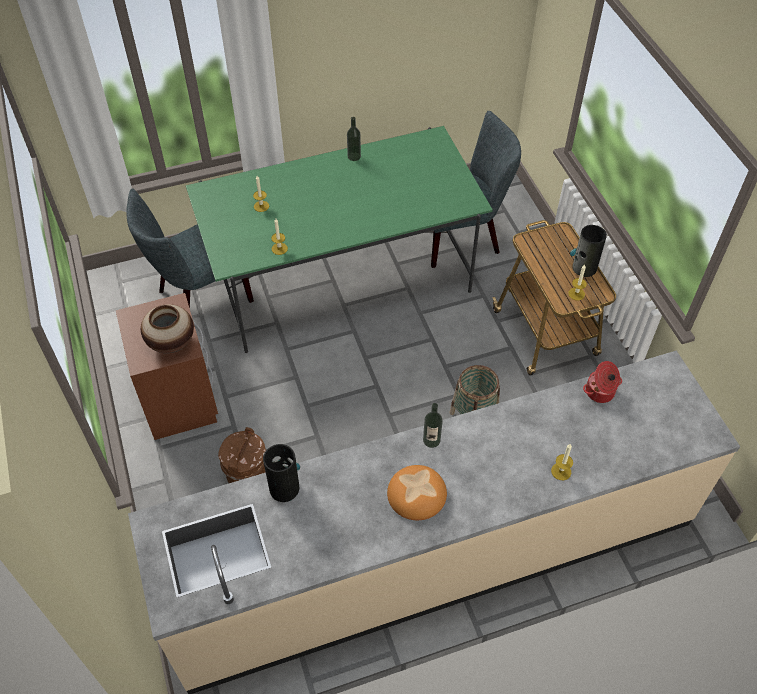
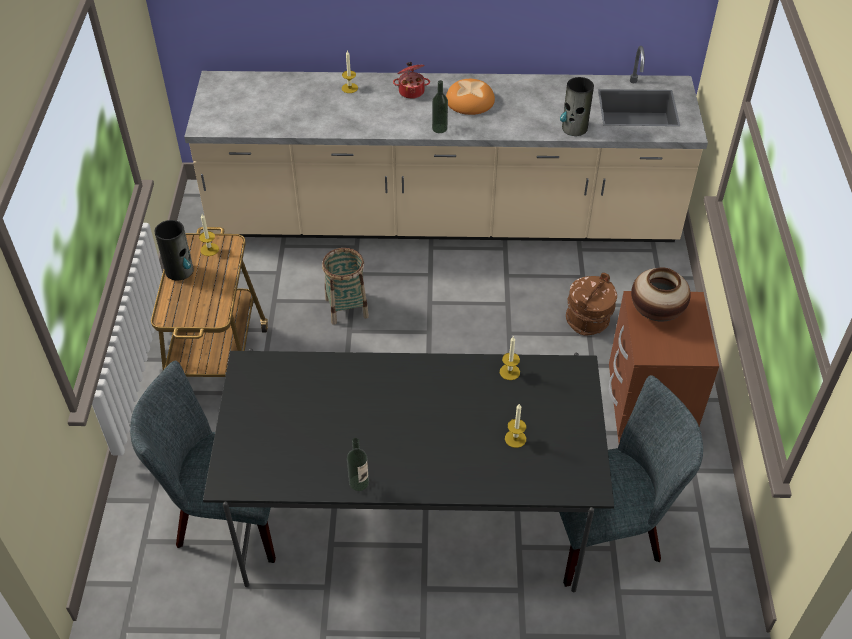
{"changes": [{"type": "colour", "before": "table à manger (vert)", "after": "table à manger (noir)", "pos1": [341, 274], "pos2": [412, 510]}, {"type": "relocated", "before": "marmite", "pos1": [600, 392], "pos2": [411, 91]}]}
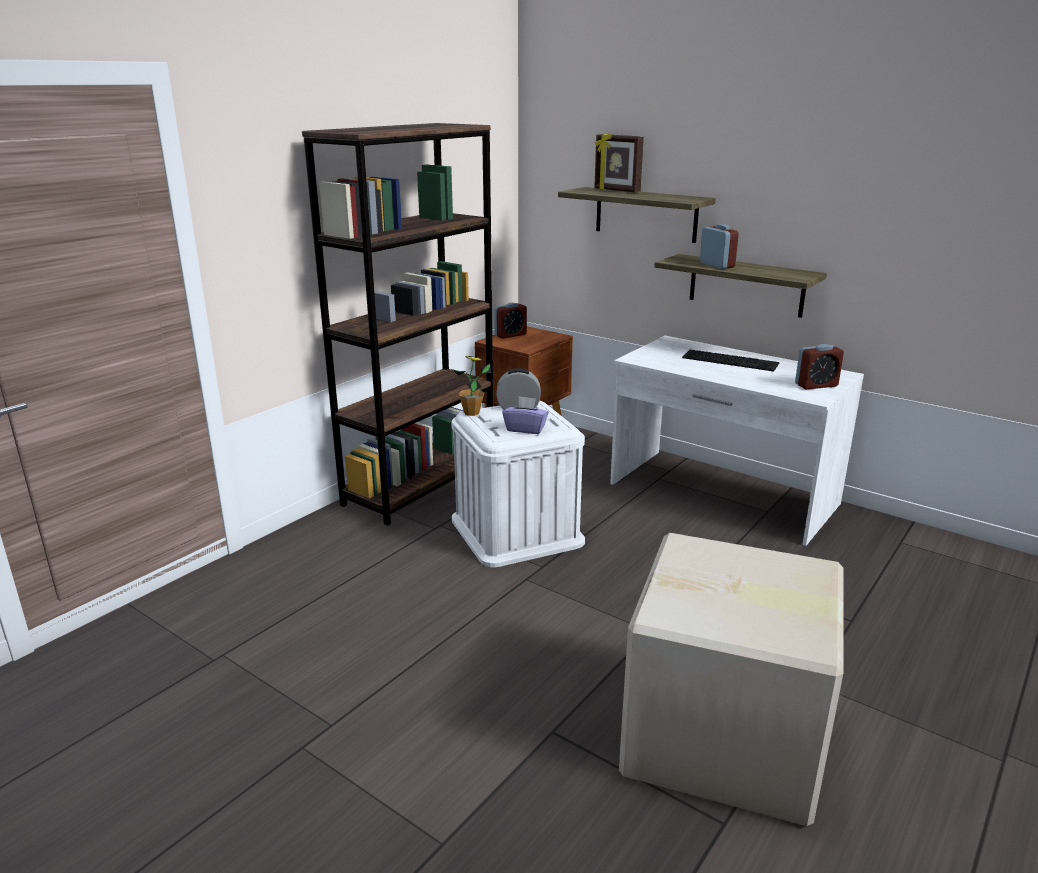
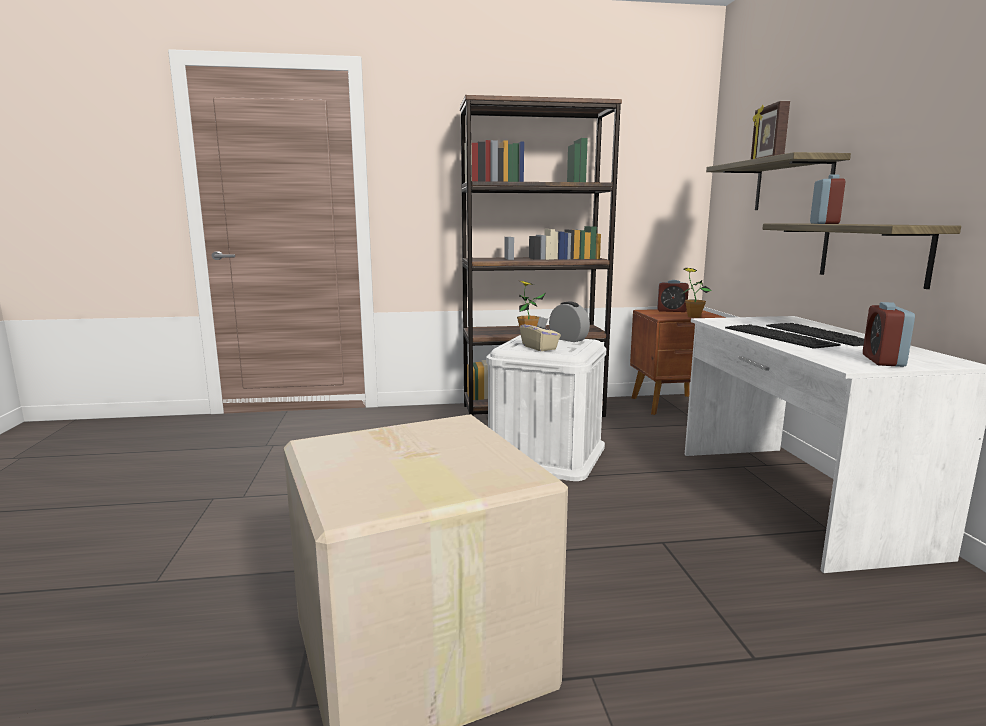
{"changes": [{"type": "colour", "before": "boîte à mouchoirs (violet)", "after": "boîte à mouchoirs (beige)", "pos1": [525, 429], "pos2": [539, 347]}, {"type": "appeared", "after": "plante en pot", "pos2": [693, 316]}, {"type": "appeared", "after": "clavier", "pos2": [781, 336]}, {"type": "spun", "before": "réveil", "pos1": [816, 385], "pos2": [883, 361], "turn": 75}]}
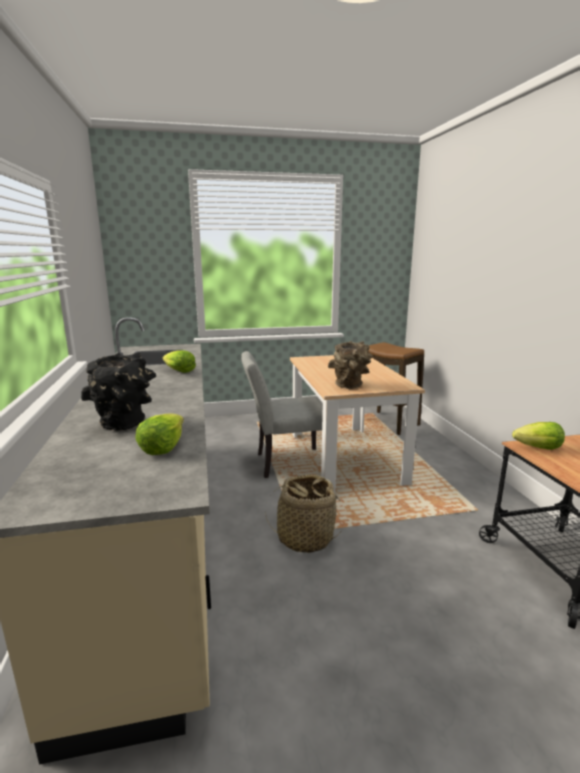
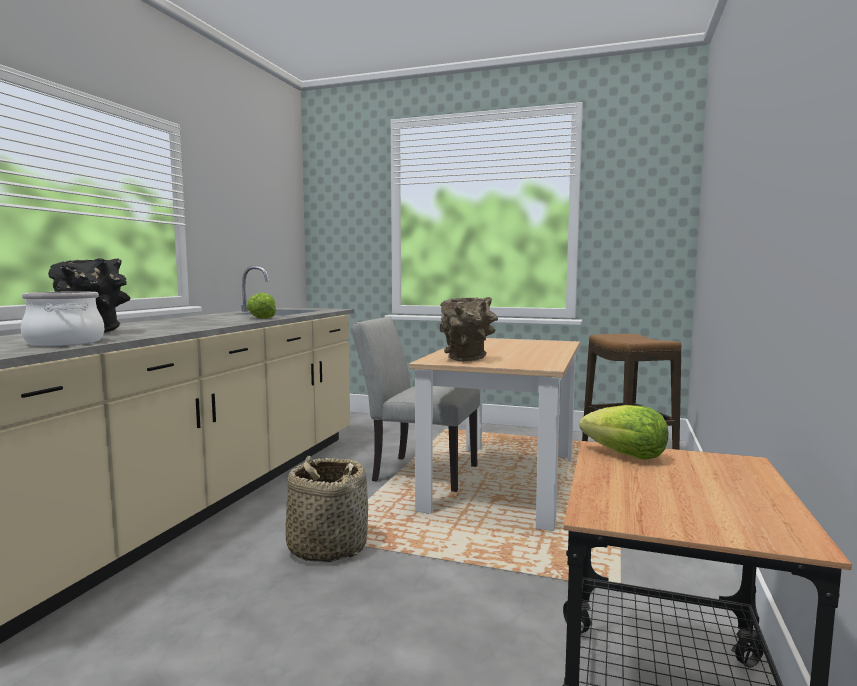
{"changes": [{"type": "exchanged", "before": "laitue", "after": "marmite", "pos1": [162, 447], "pos2": [64, 342]}]}
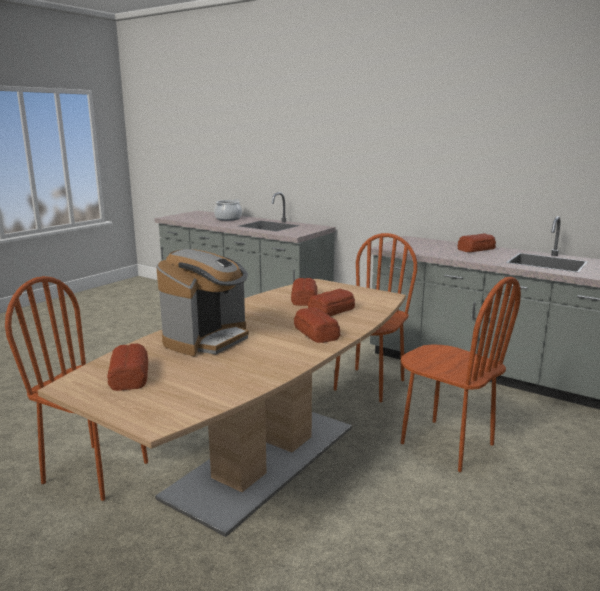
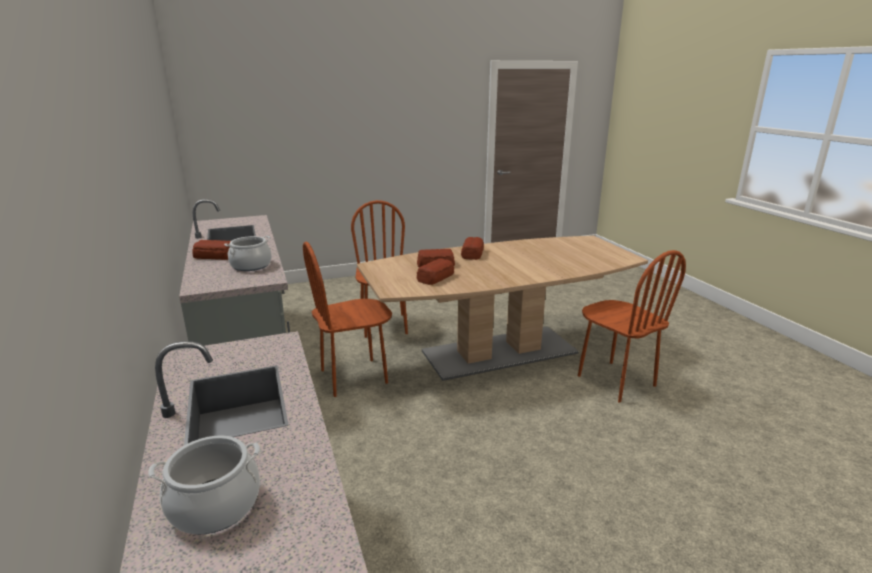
{"changes": [{"type": "appeared", "after": "marmite", "pos2": [251, 265]}, {"type": "missing", "before": "pain", "pos1": [130, 375]}, {"type": "missing", "before": "machine à café", "pos1": [207, 339]}]}
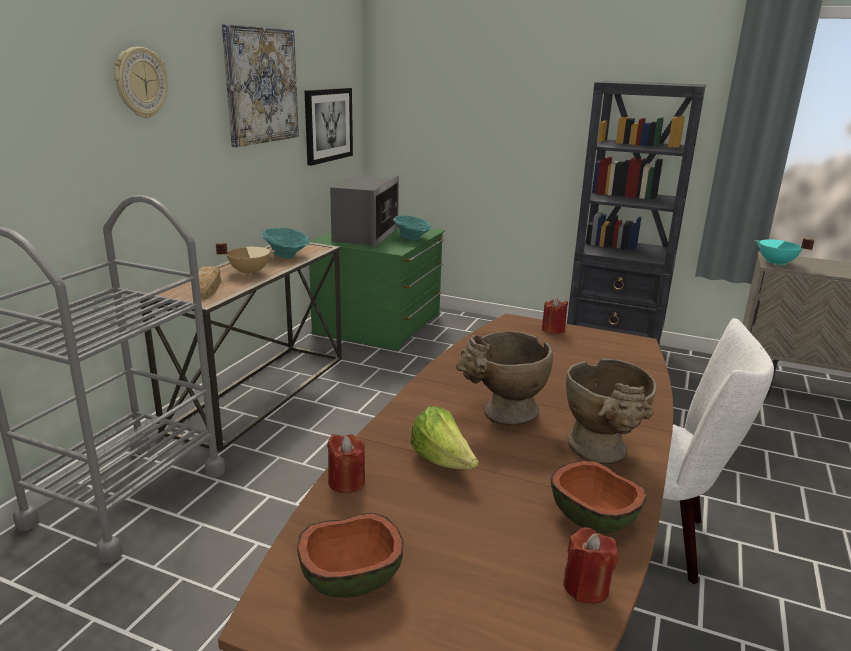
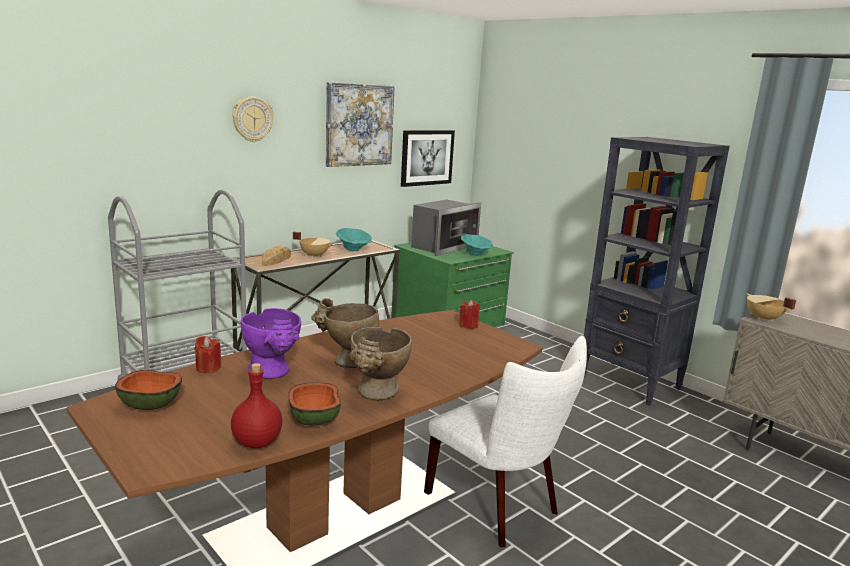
{"changes": [{"type": "exchanged", "before": "bougie (rouge)", "after": "bouteille (rouge)", "pos1": [586, 587], "pos2": [257, 443]}, {"type": "exchanged", "before": "laitue", "after": "vase (violet)", "pos1": [442, 461], "pos2": [273, 373]}, {"type": "colour", "before": "marmite (turquoise)", "after": "marmite (beige)", "pos1": [776, 263], "pos2": [763, 319]}]}
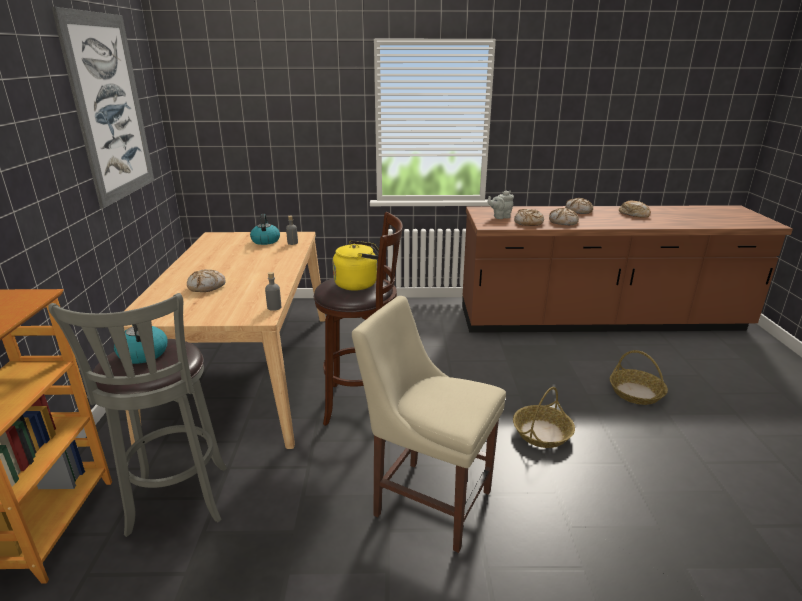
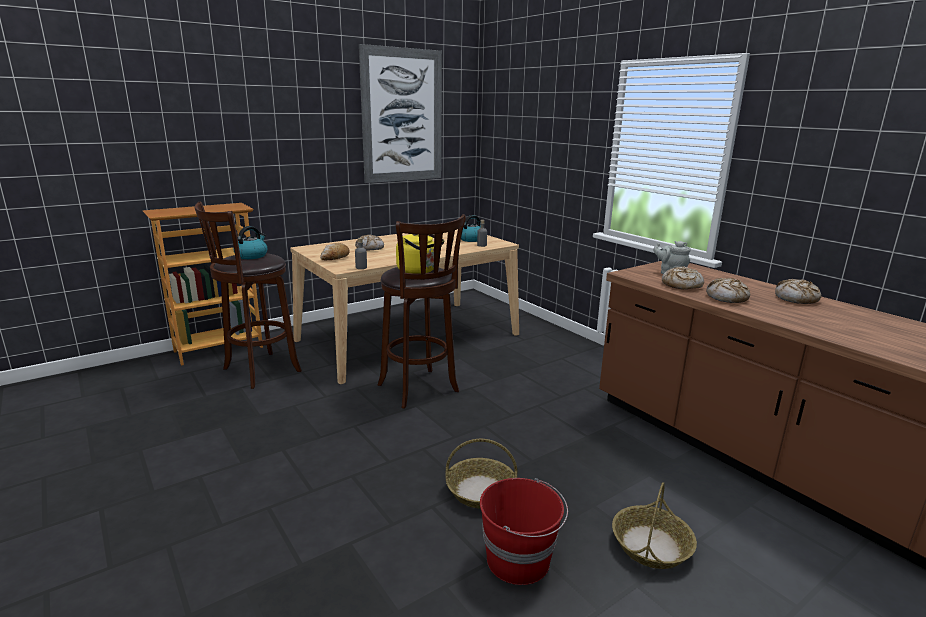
{"changes": [{"type": "colour", "before": "tabouret (gris)", "after": "tabouret (marron)", "pos1": [178, 504], "pos2": [258, 371]}, {"type": "relocated", "before": "pain", "pos1": [634, 214], "pos2": [335, 258]}, {"type": "appeared", "after": "seau (rouge)", "pos2": [519, 560]}, {"type": "missing", "before": "chaise (beige)", "pos1": [427, 500]}]}
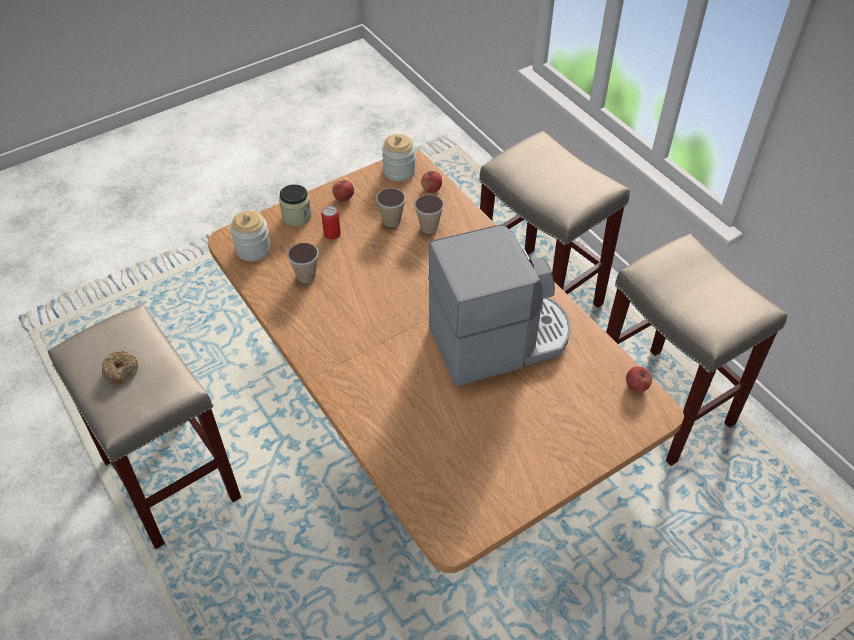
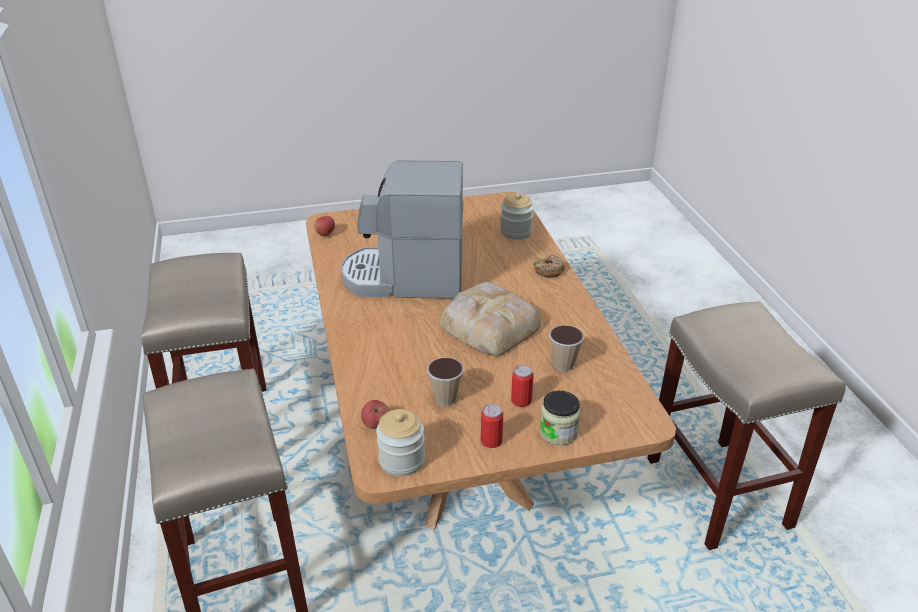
{"changes": [{"type": "appeared", "after": "pain", "pos2": [489, 324]}, {"type": "exchanged", "before": "pomme", "after": "boîte métallique", "pos1": [343, 198], "pos2": [491, 441]}, {"type": "relocated", "before": "bocal", "pos1": [253, 249], "pos2": [516, 232]}, {"type": "relocated", "before": "beignet", "pos1": [121, 370], "pos2": [548, 270]}, {"type": "missing", "before": "tasse", "pos1": [429, 227]}]}
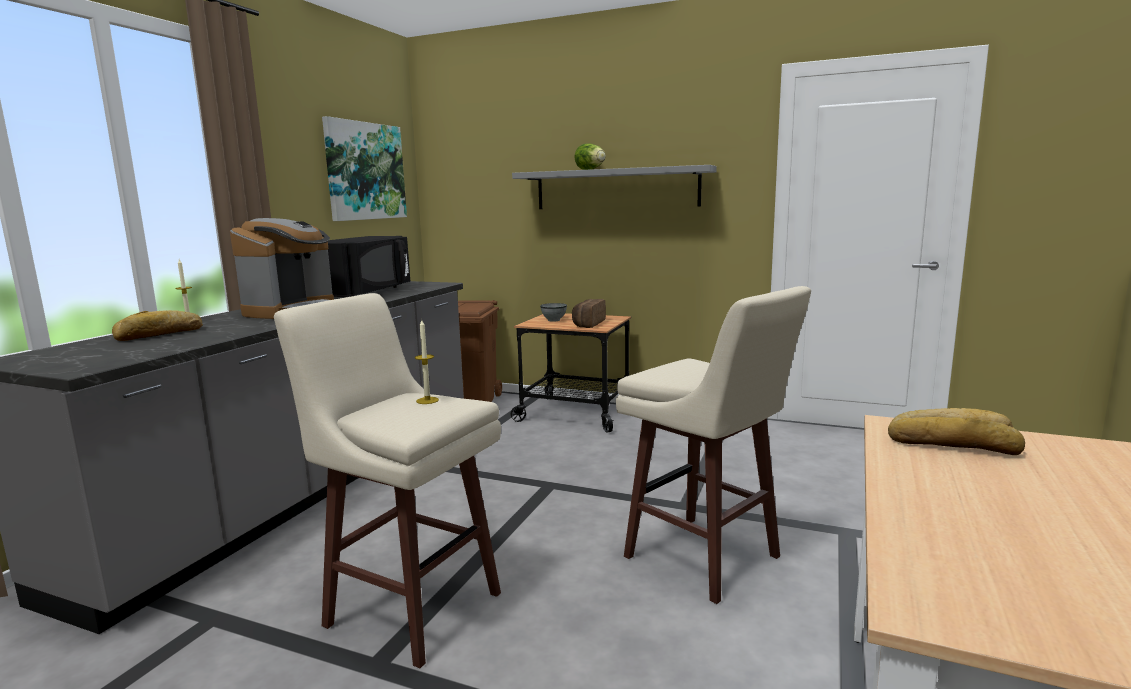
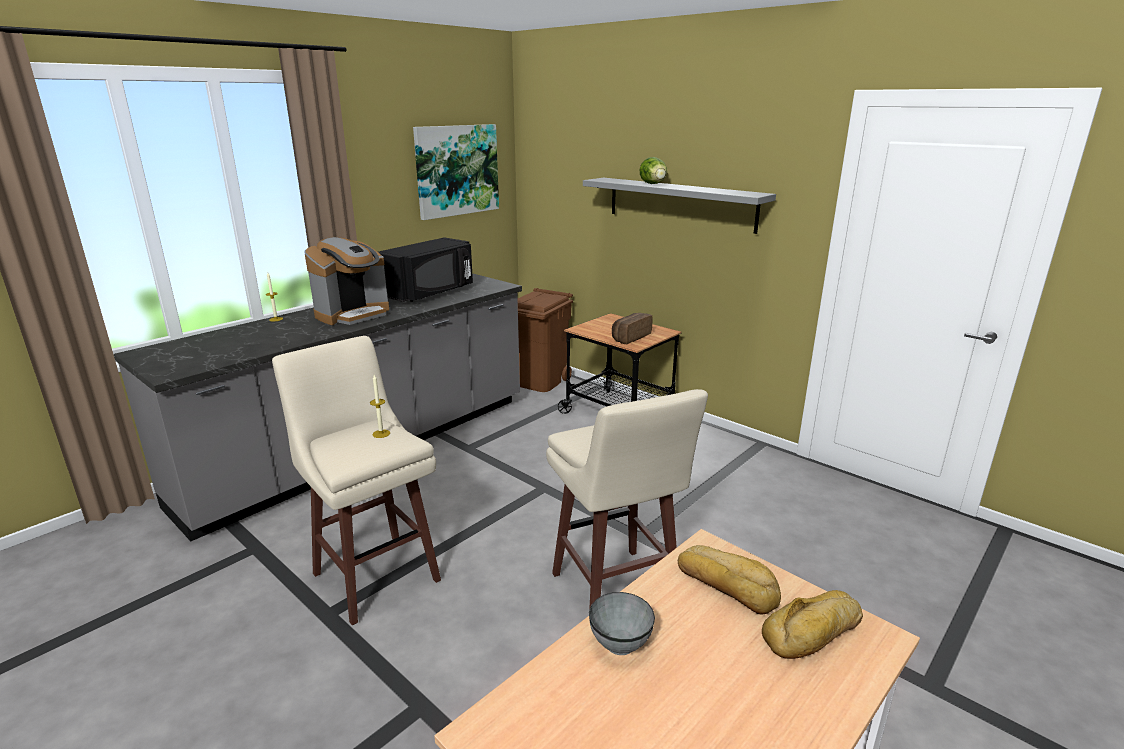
{"changes": [{"type": "relocated", "before": "bol (gris)", "pos1": [553, 320], "pos2": [620, 643]}, {"type": "relocated", "before": "pain", "pos1": [161, 334], "pos2": [814, 633]}]}
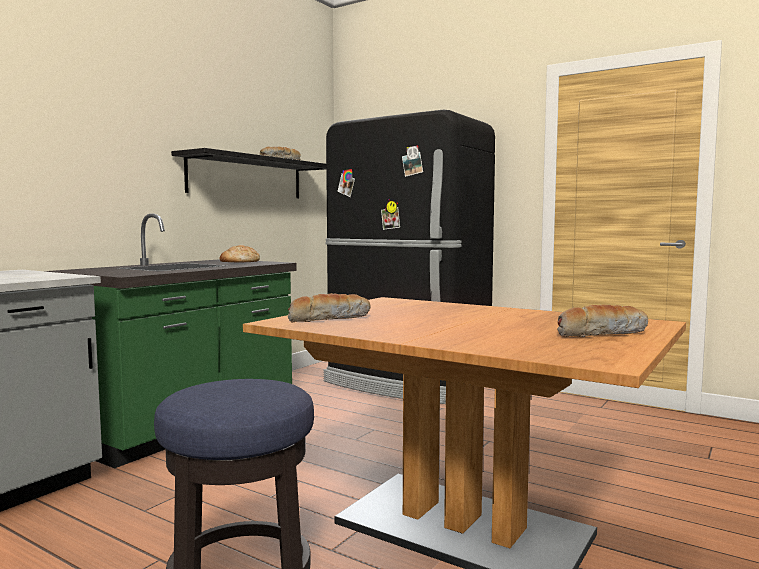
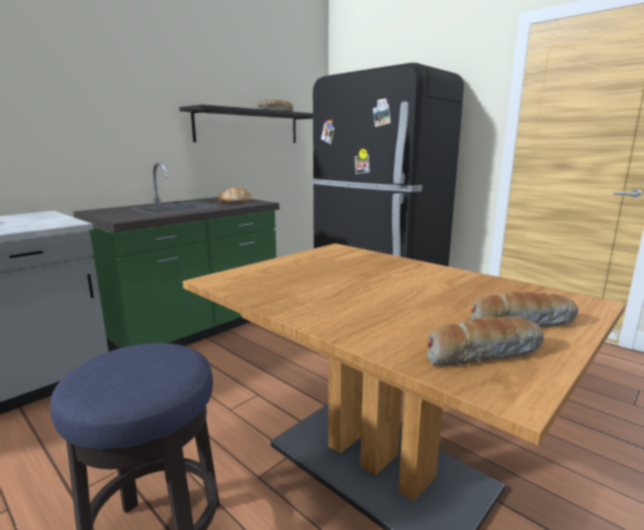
{"changes": [{"type": "relocated", "before": "pain", "pos1": [329, 318], "pos2": [483, 353]}]}
